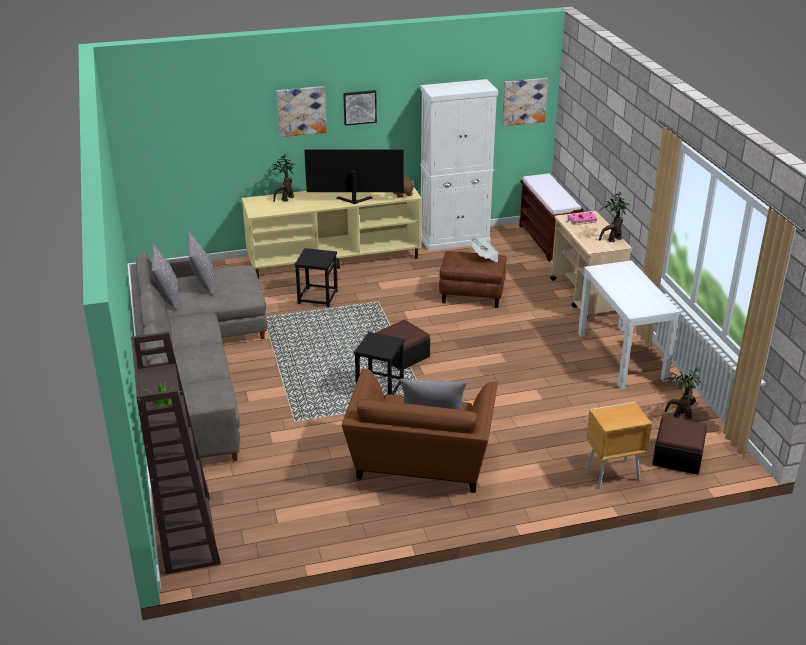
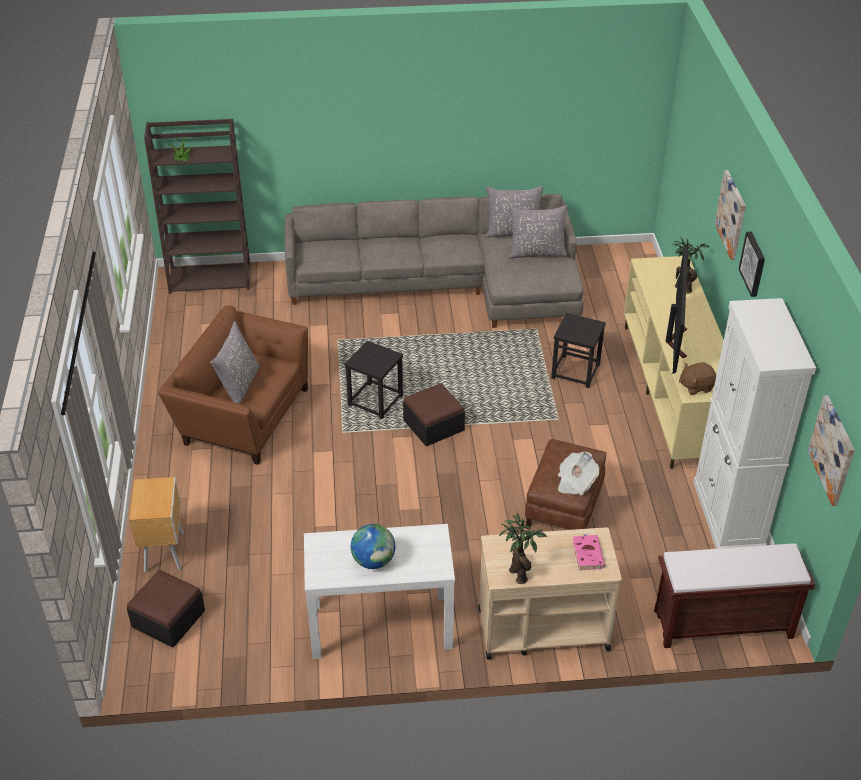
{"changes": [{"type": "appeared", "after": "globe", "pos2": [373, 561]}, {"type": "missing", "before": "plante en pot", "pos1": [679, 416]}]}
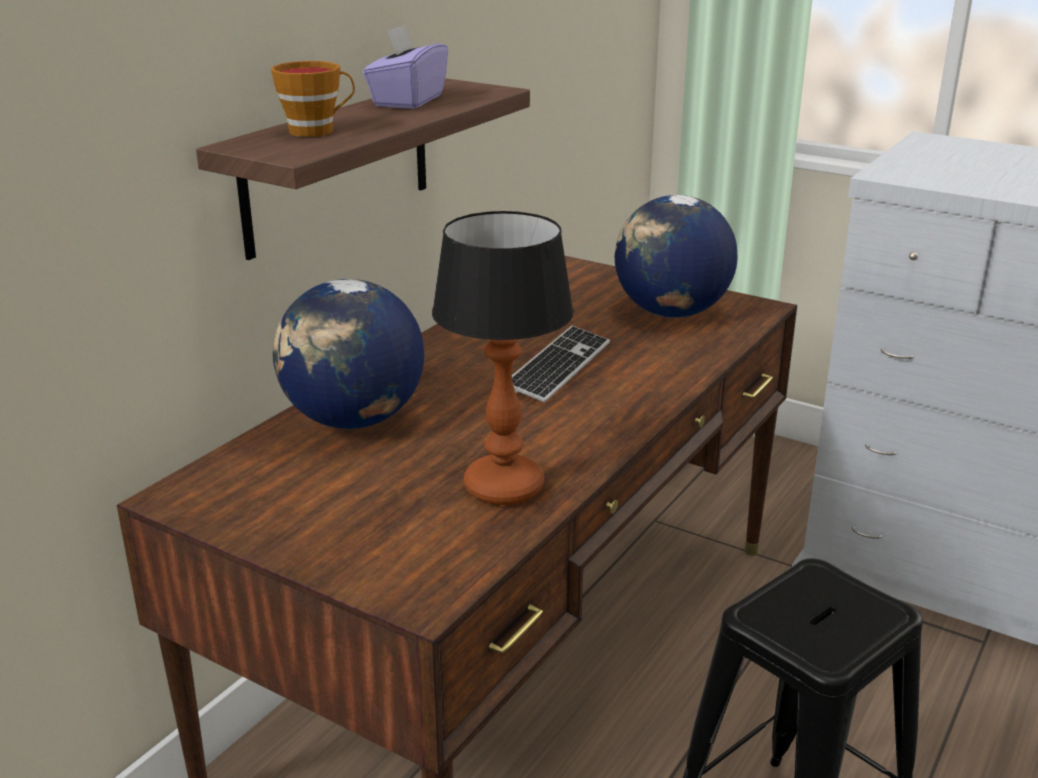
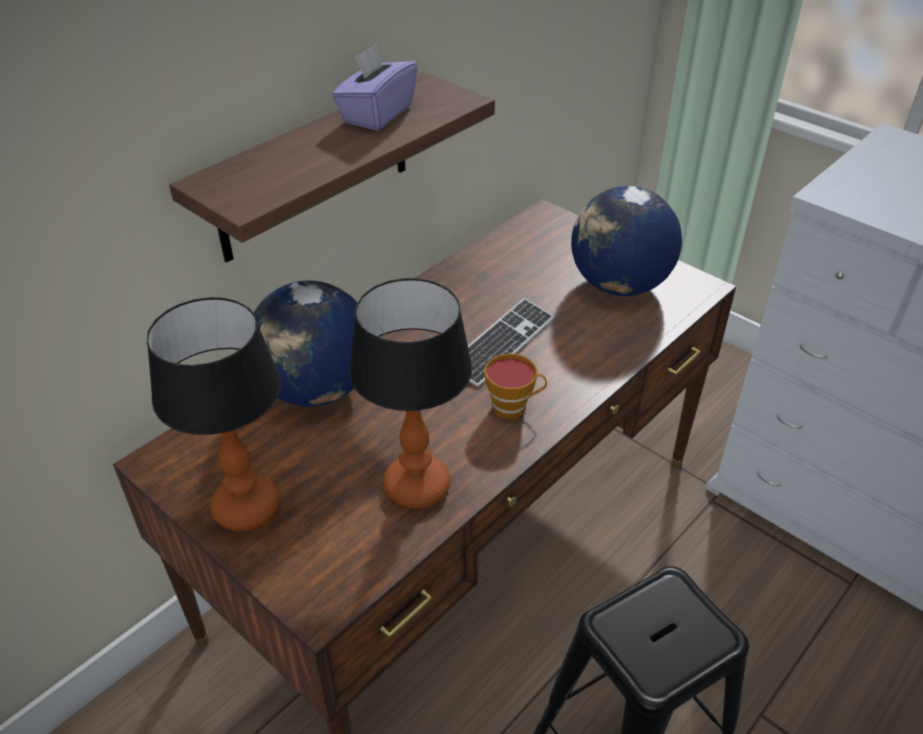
{"changes": [{"type": "appeared", "after": "lampe de table", "pos2": [245, 507]}, {"type": "relocated", "before": "tasse", "pos1": [317, 131], "pos2": [513, 406]}]}
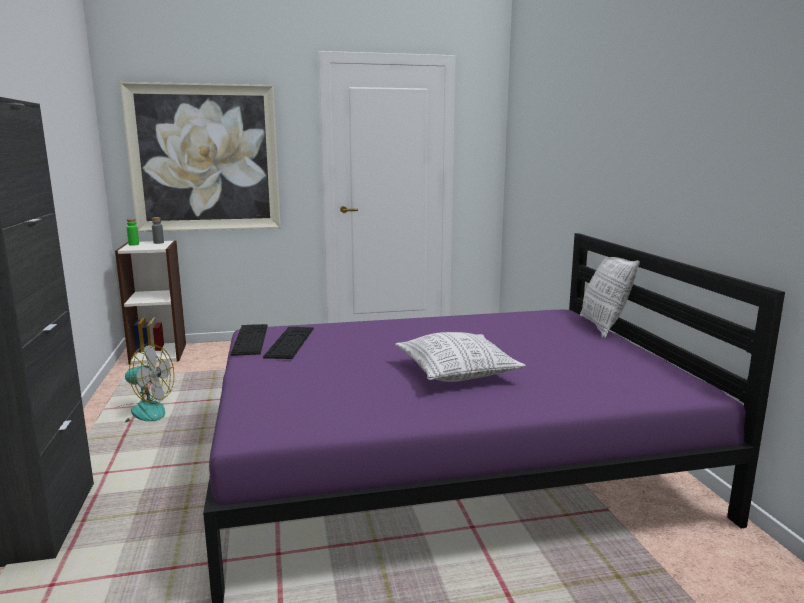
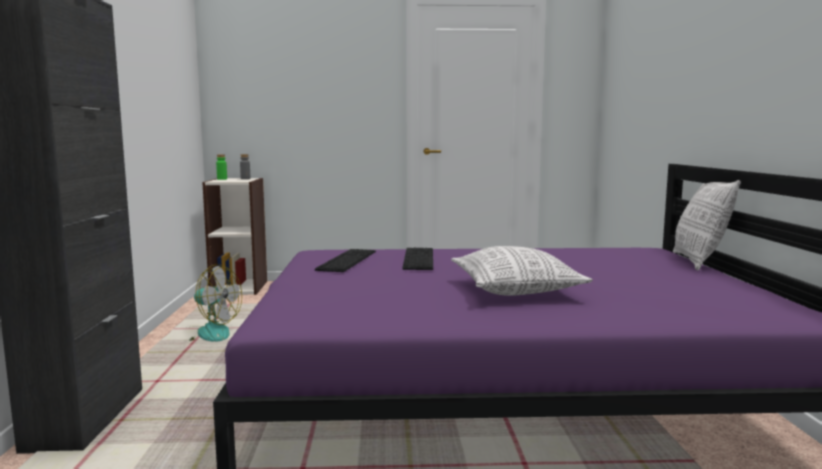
{"changes": [{"type": "relocated", "before": "clavier", "pos1": [250, 339], "pos2": [418, 258]}, {"type": "missing", "before": "tableau", "pos1": [205, 158]}]}
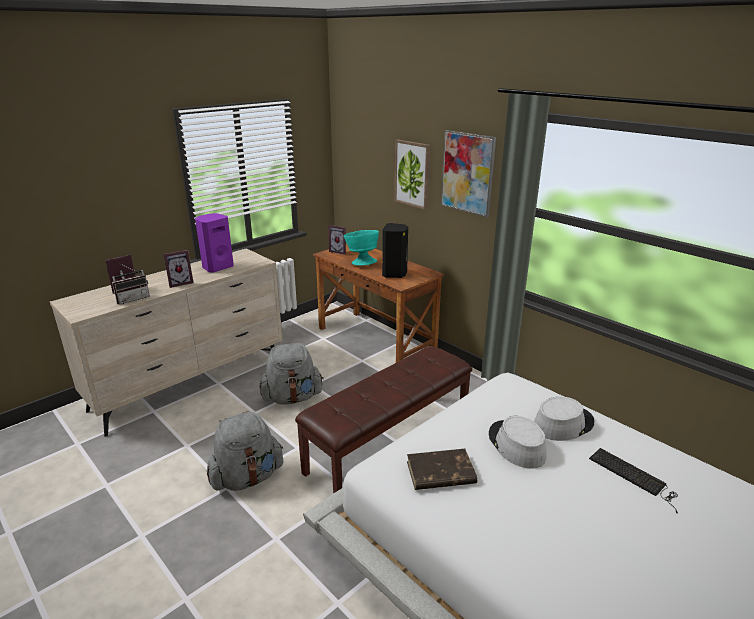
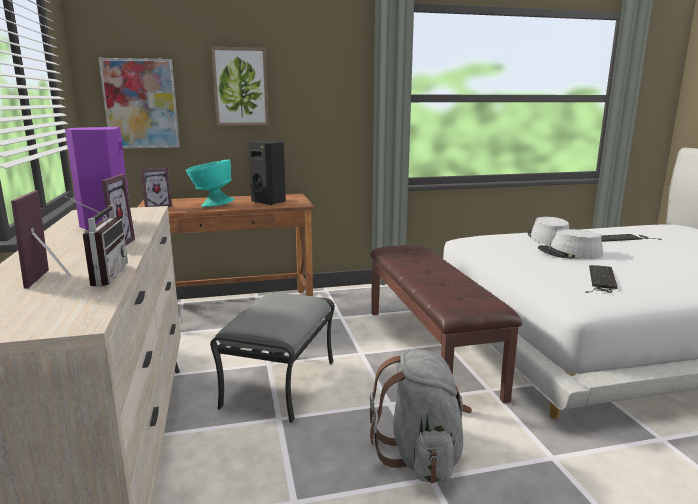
{"changes": [{"type": "relocated", "before": "tableau", "pos1": [467, 173], "pos2": [141, 104]}, {"type": "exchanged", "before": "sac à dos (gris)", "after": "pouf (gris)", "pos1": [292, 397], "pos2": [279, 383]}, {"type": "exchanged", "before": "livre (marron)", "after": "clavier", "pos1": [440, 473], "pos2": [601, 279]}]}
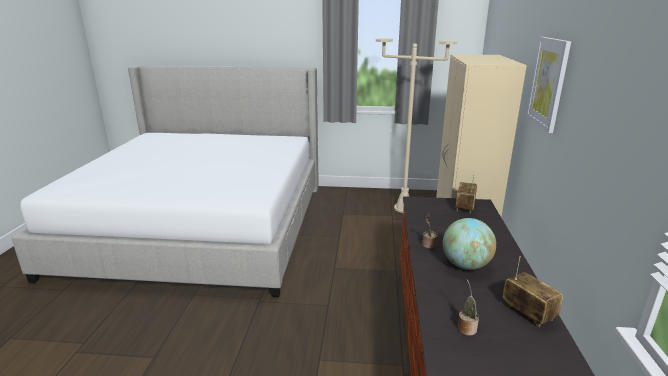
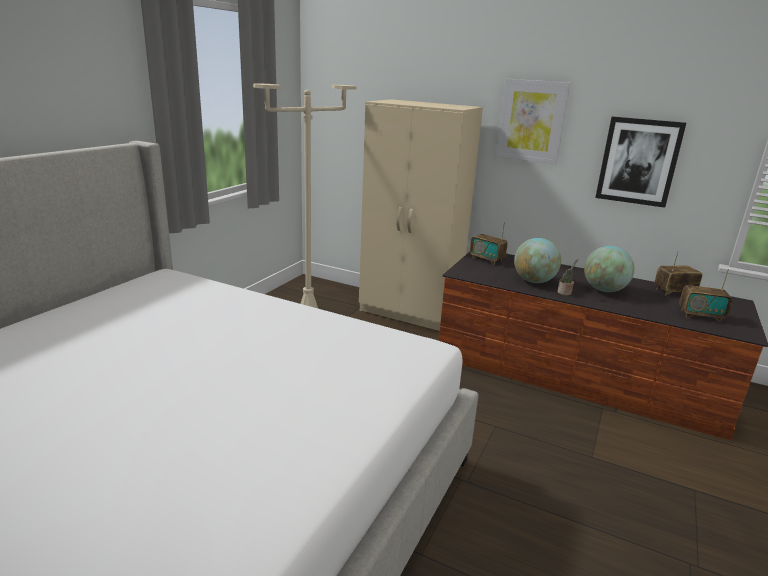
{"changes": [{"type": "appeared", "after": "globe", "pos2": [534, 281]}, {"type": "appeared", "after": "tableau", "pos2": [638, 161]}, {"type": "exchanged", "before": "plante en pot", "after": "radio", "pos1": [466, 328], "pos2": [700, 315]}]}
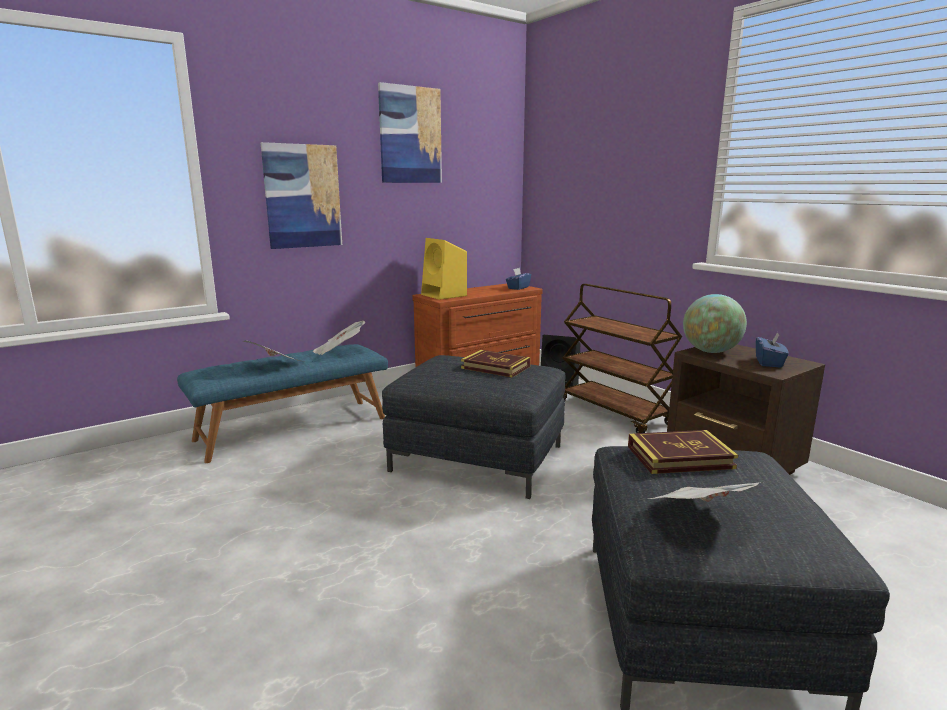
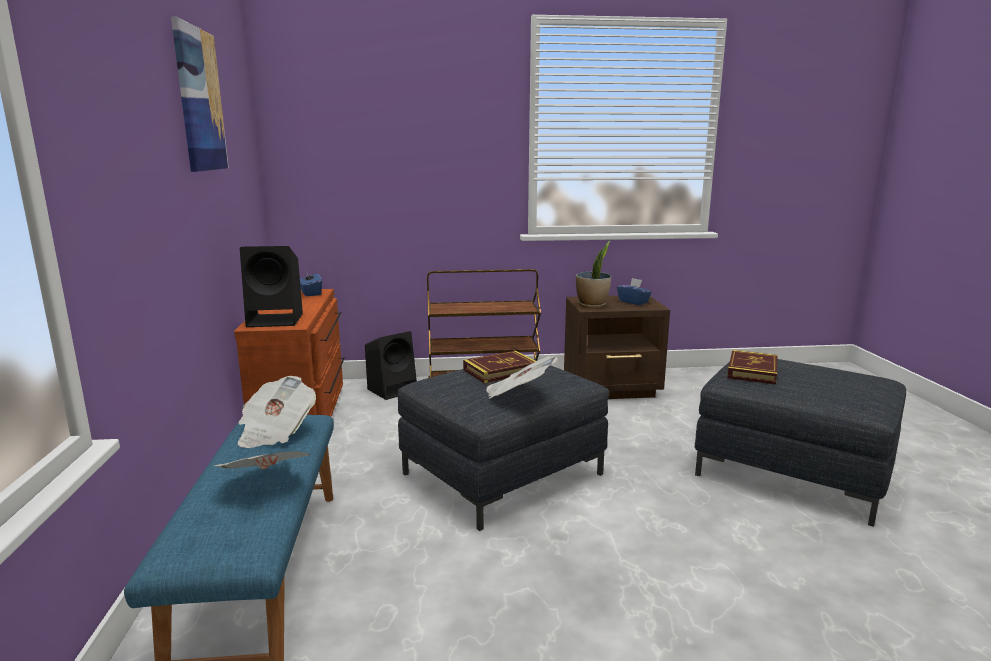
{"changes": [{"type": "colour", "before": "enceinte (jaune)", "after": "enceinte (noir)", "pos1": [445, 295], "pos2": [277, 320]}, {"type": "relocated", "before": "journal", "pos1": [700, 517], "pos2": [518, 395]}, {"type": "exchanged", "before": "globe", "after": "plante en pot", "pos1": [710, 351], "pos2": [592, 305]}, {"type": "missing", "before": "tableau", "pos1": [303, 196]}]}
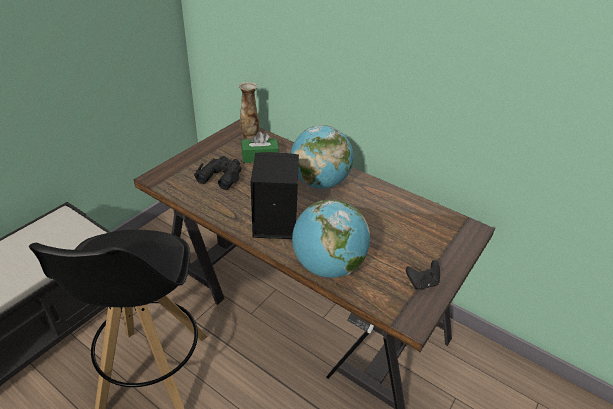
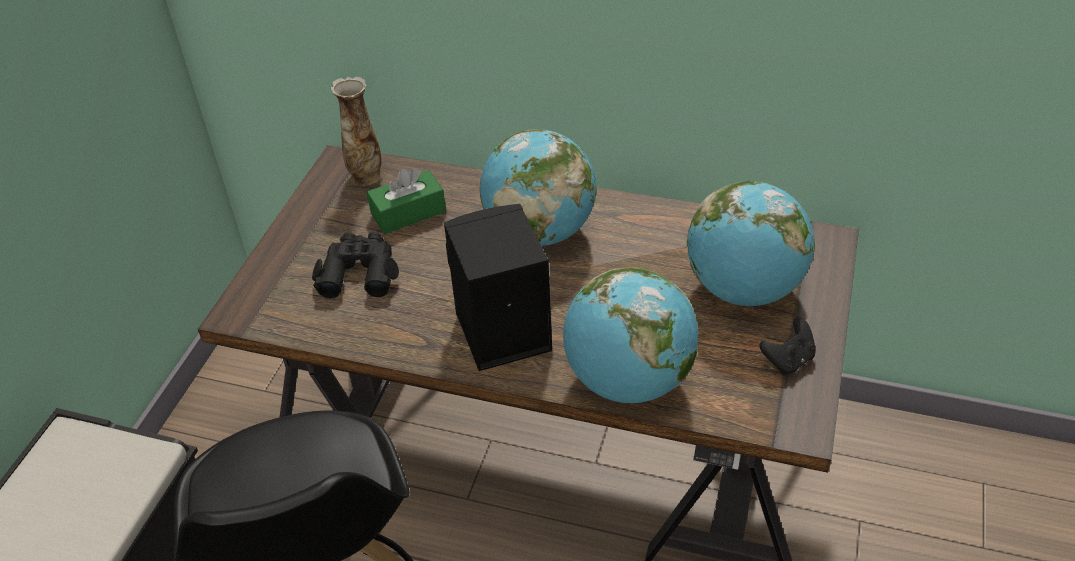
{"changes": [{"type": "appeared", "after": "globe", "pos2": [744, 289]}]}
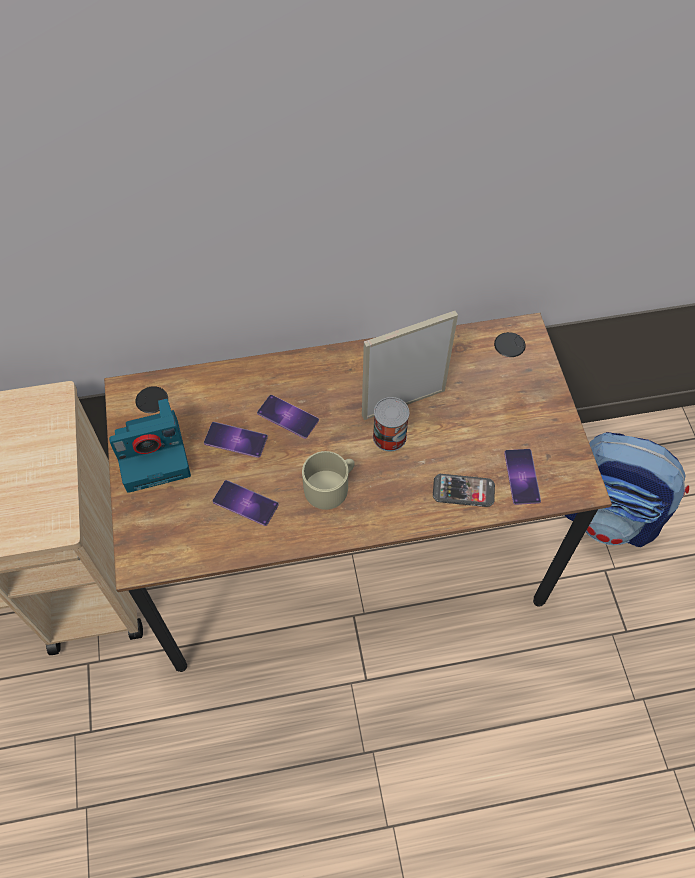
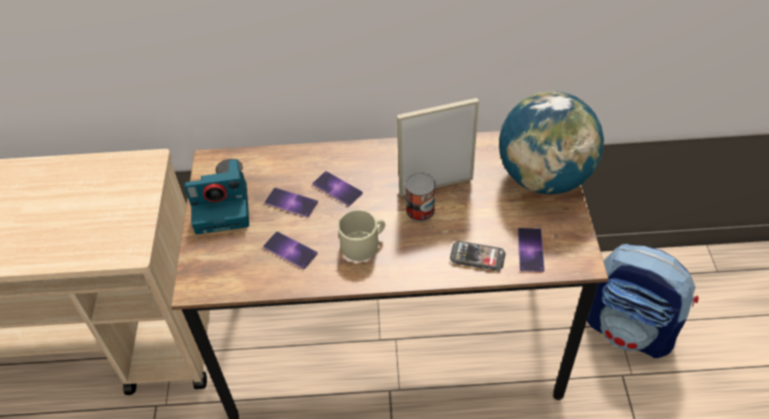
{"changes": [{"type": "appeared", "after": "globe", "pos2": [544, 178]}]}
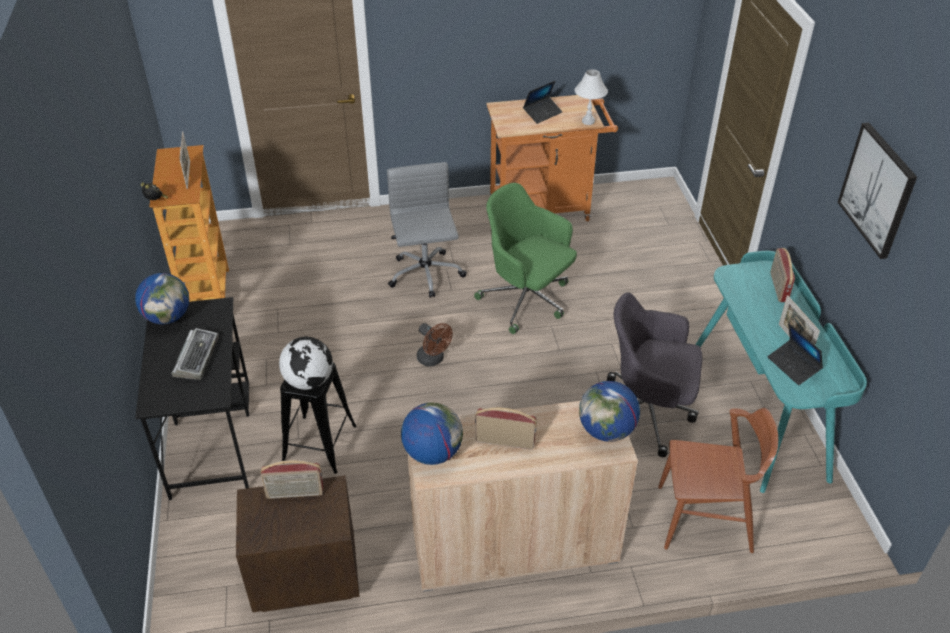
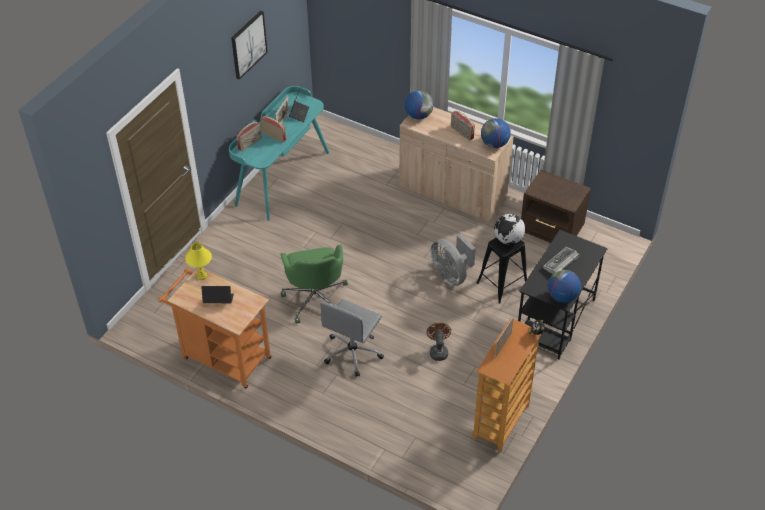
{"changes": [{"type": "colour", "before": "lampe de table (blanc)", "after": "lampe de table (jaune)", "pos1": [588, 121], "pos2": [201, 276]}, {"type": "relocated", "before": "radio", "pos1": [295, 493], "pos2": [274, 136]}, {"type": "relocated", "before": "ventilateur (marron)", "pos1": [433, 360], "pos2": [438, 351]}, {"type": "appeared", "after": "ventilateur (gris)", "pos2": [451, 275]}, {"type": "missing", "before": "chaise de bureau (gris)", "pos1": [647, 412]}, {"type": "missing", "before": "chaise (marron)", "pos1": [705, 519]}]}
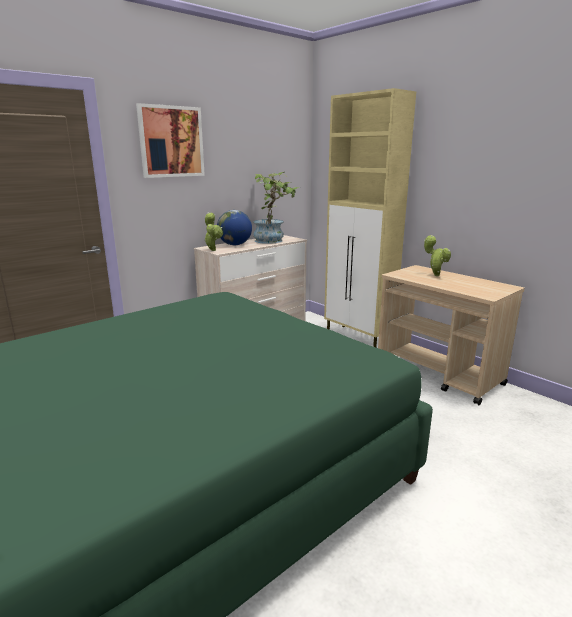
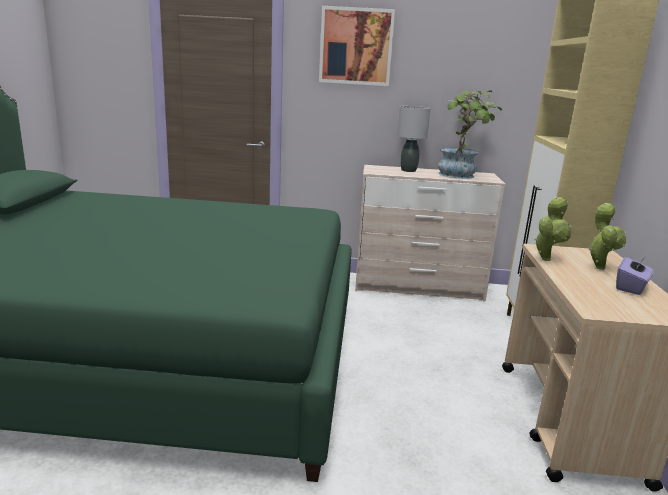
{"changes": [{"type": "exchanged", "before": "globe", "after": "lampe de table (gris)", "pos1": [235, 245], "pos2": [408, 170]}, {"type": "relocated", "before": "plante en pot", "pos1": [213, 250], "pos2": [546, 258]}, {"type": "appeared", "after": "boîte à mouchoirs (violet)", "pos2": [631, 287]}]}
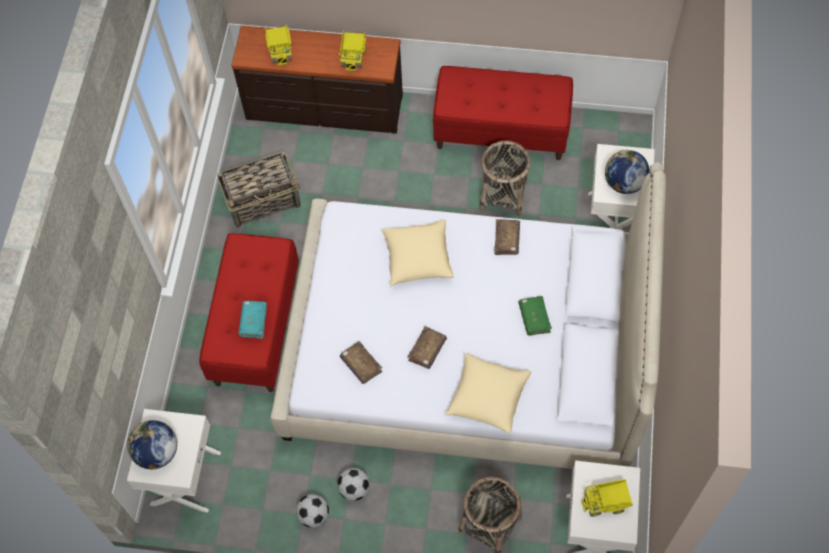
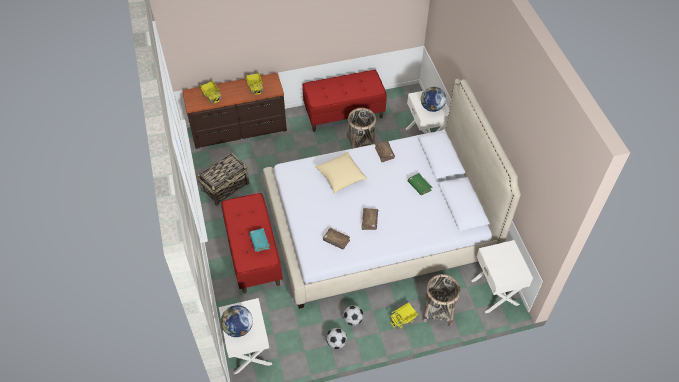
{"changes": [{"type": "relocated", "before": "camion jouet", "pos1": [606, 502], "pos2": [403, 319]}, {"type": "missing", "before": "coussin (beige)", "pos1": [487, 398]}]}
